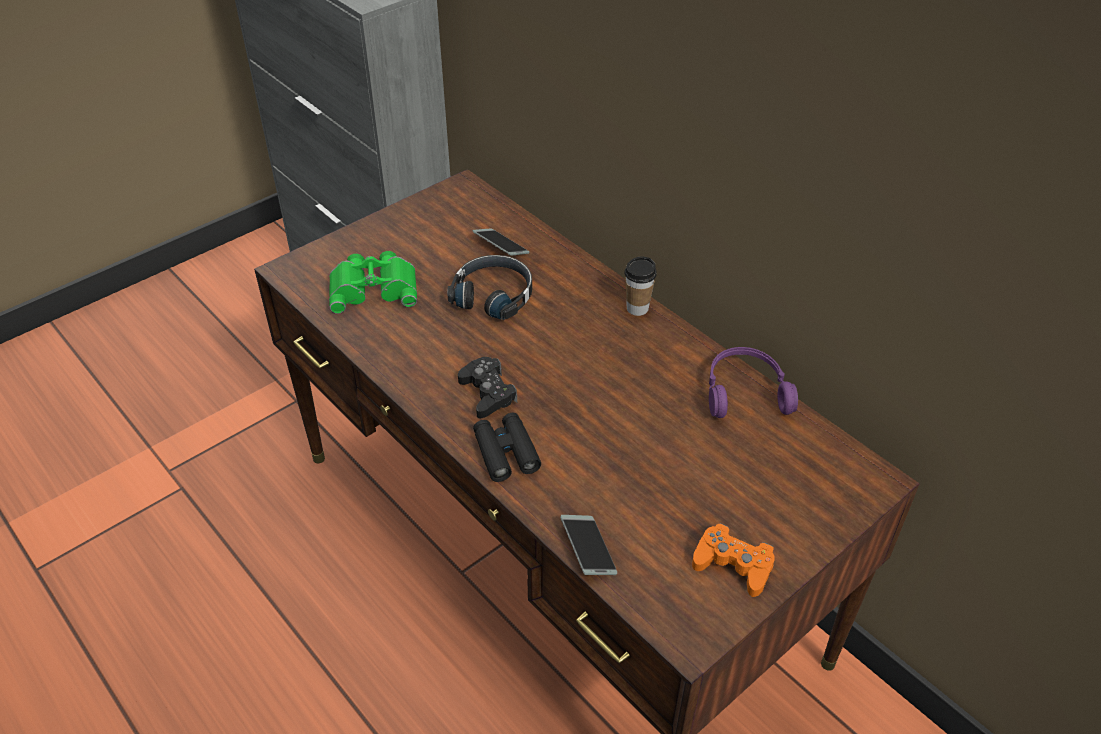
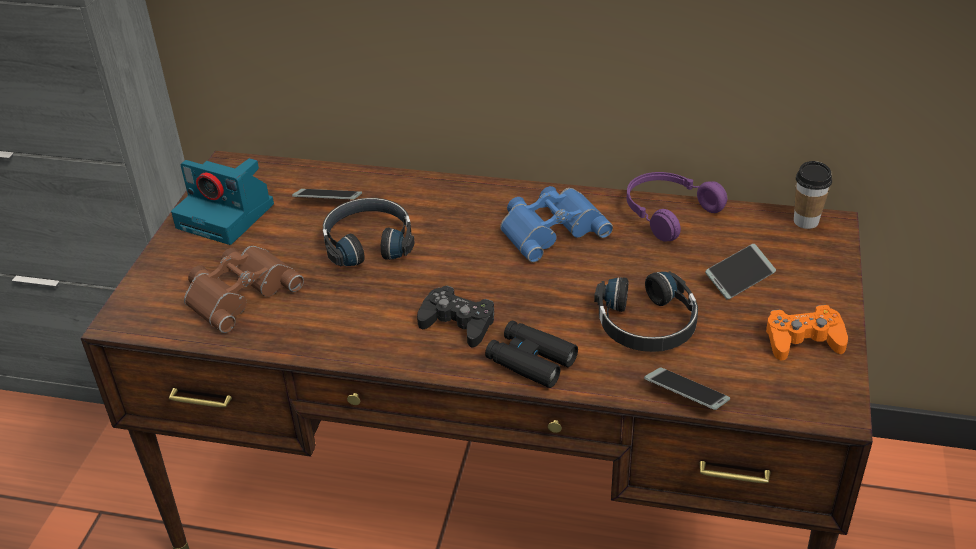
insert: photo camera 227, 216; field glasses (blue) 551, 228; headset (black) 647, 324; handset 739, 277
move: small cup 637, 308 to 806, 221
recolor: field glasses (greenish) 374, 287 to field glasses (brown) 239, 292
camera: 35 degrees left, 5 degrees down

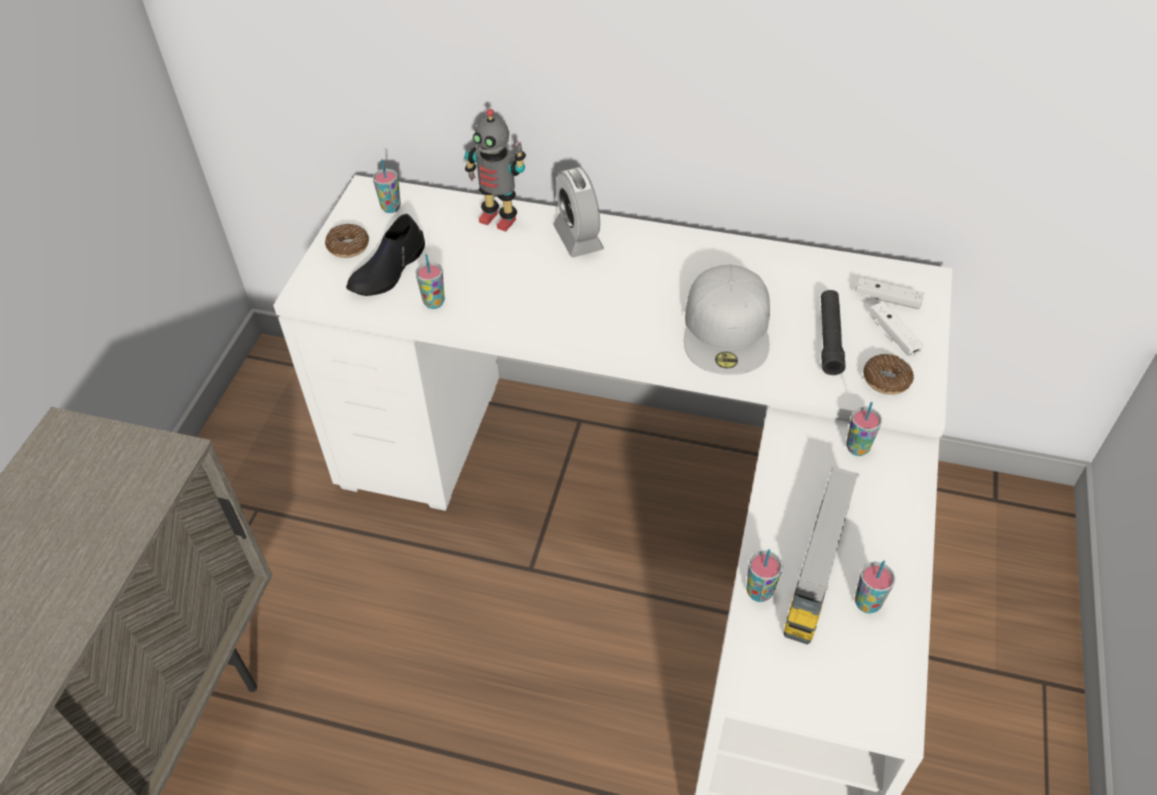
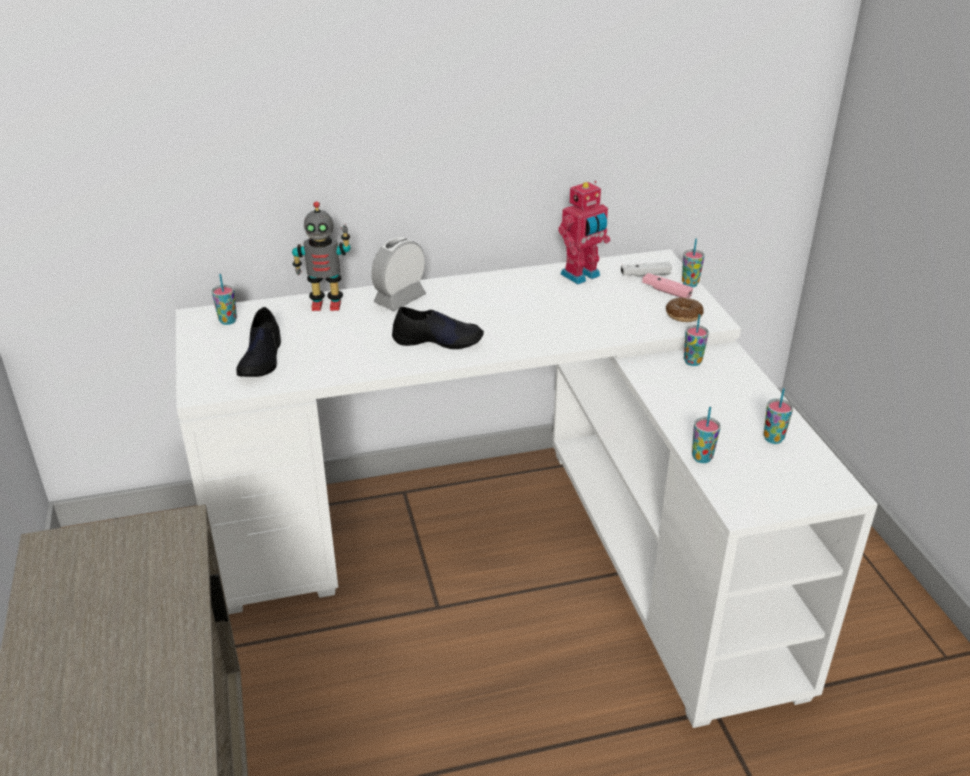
delete: doughnut 348, 246; peaked cap (whitish) 727, 329; toy lorry 817, 565; hand torch (black) 829, 338
insert: item of footwear (black) 438, 340; robot figure 582, 276
move: small cup 434, 302 to 690, 284
recolor: gamepad (whitish) 893, 334 to gamepad (pinkish) 666, 291
rotate: alarm clock 578, 238 = 400, 299 90 degrees clockwise
camera: 30 degrees left, 15 degrees down

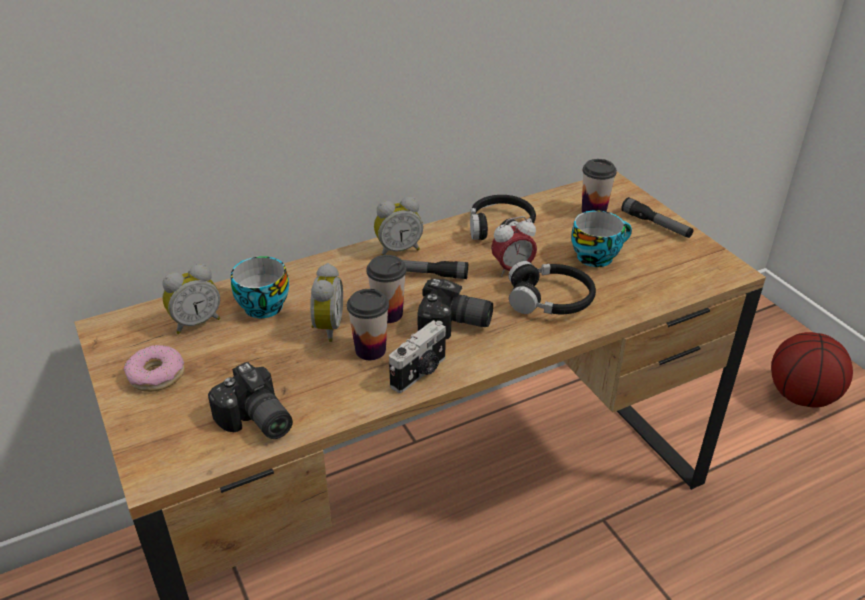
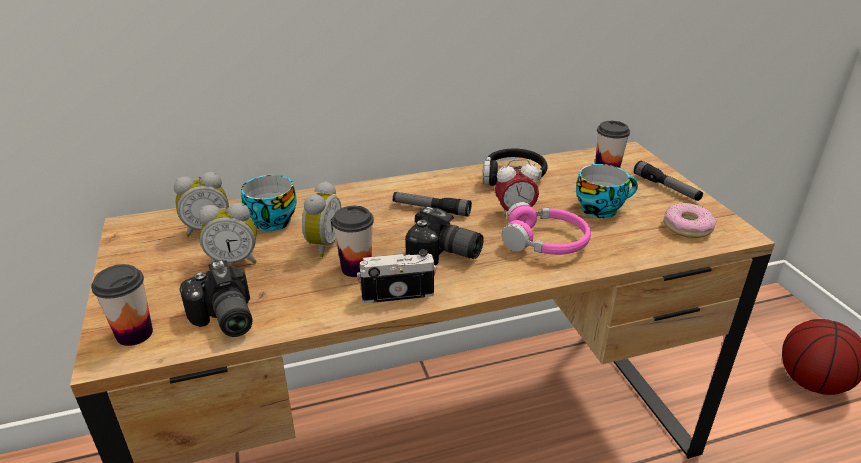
move: doughnut 156, 375 to 687, 227; small cup 388, 314 to 134, 334; alarm clock 398, 249 to 234, 260
recolor: headset (black) 550, 300 to headset (pinkish) 545, 242
rotate: photo camera 420, 372 = 397, 293 150 degrees counterclockwise
camera: 10 degrees right, 5 degrees down

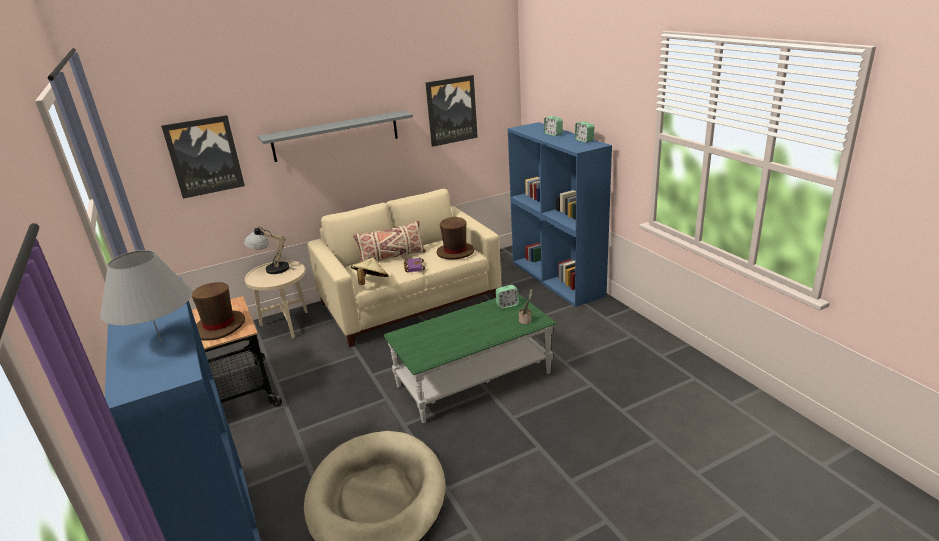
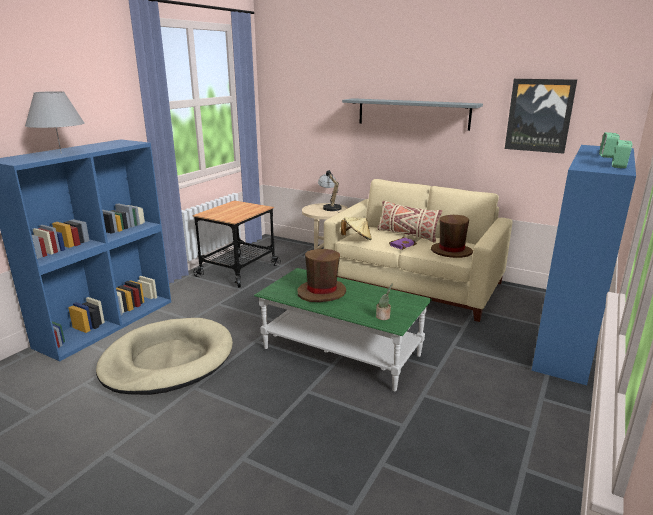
delete: wall picture 204, 156; alarm clock 507, 305
move: clothing hat (brown) 220, 326 to 322, 292
camera: 55 degrees right, 5 degrees down

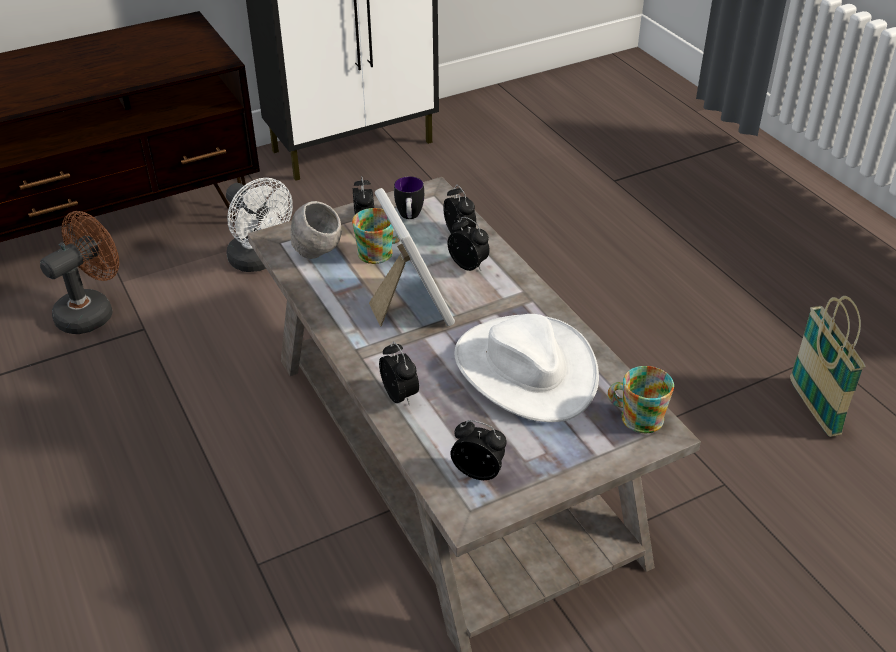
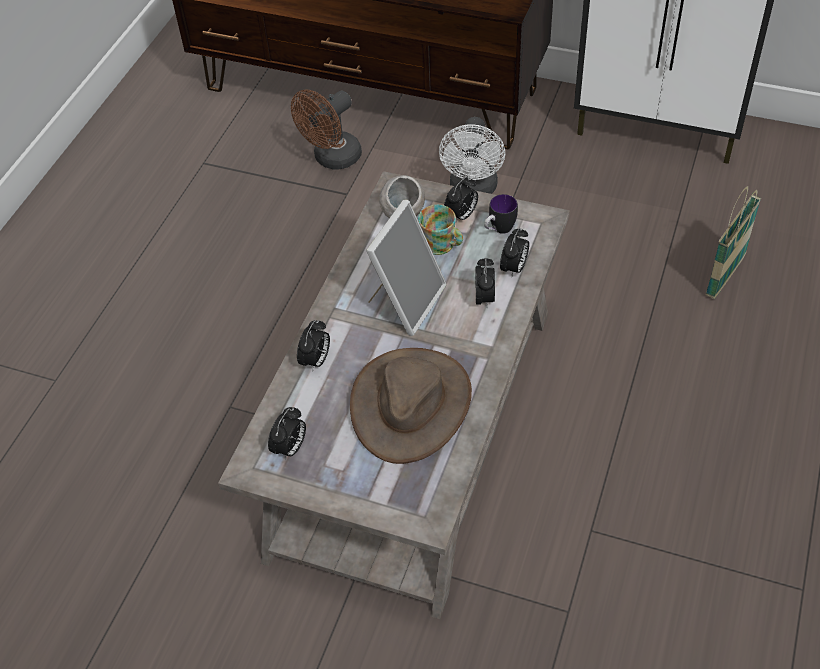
delete: coffee mug 636, 416
move: household basket 813, 408 to 725, 276
recolor: clothing hat (whitish) 525, 369 to clothing hat (brown) 410, 404
rotate: electric fan (brown) 92, 311 = 332, 159 135 degrees clockwise; alarm clock 479, 471 = 290, 448 45 degrees clockwise
camera: 50 degrees right, 10 degrees up

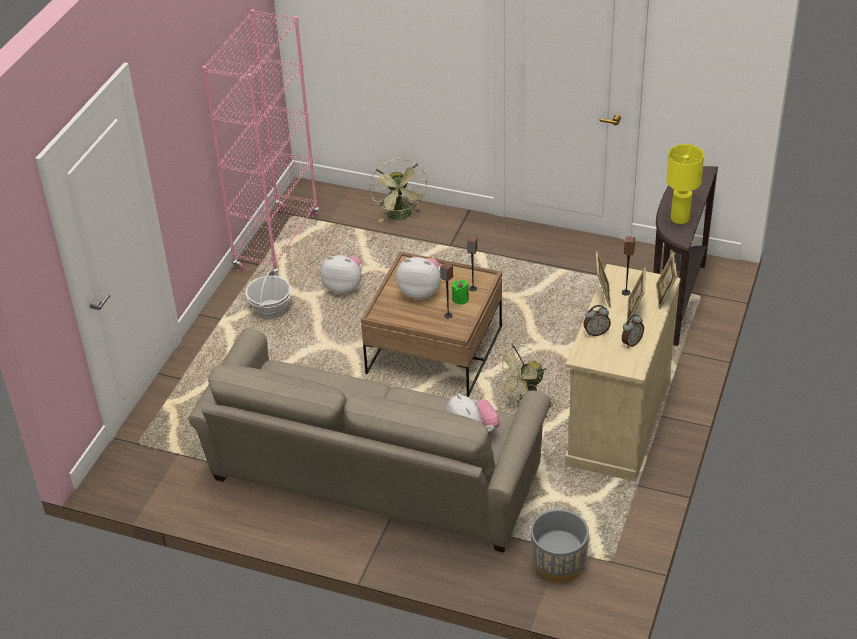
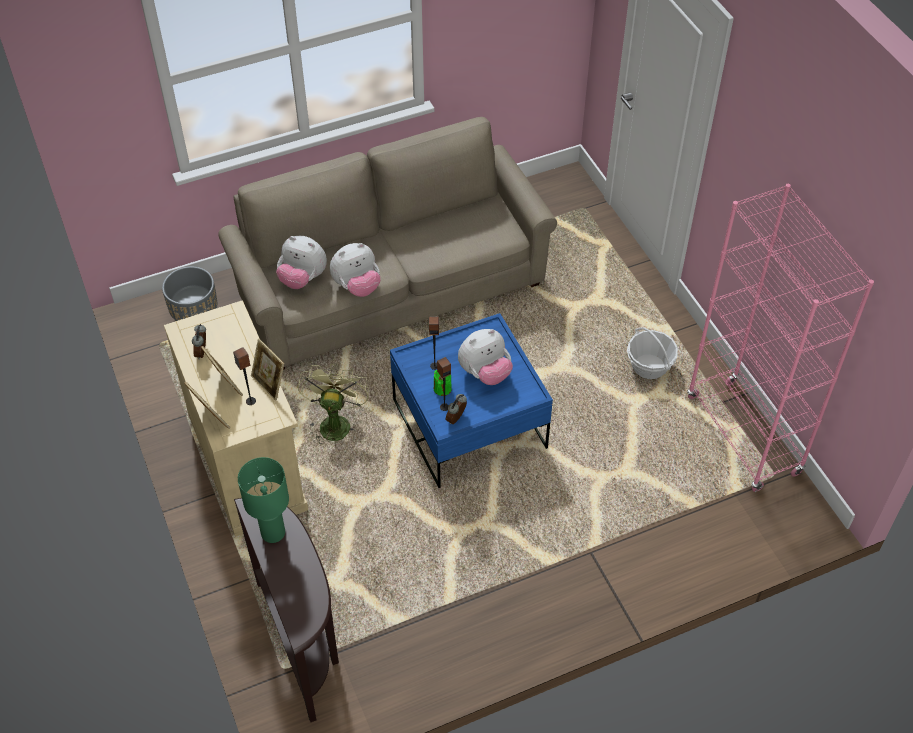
delete: electric fan (greenish) 401, 216
move: plush toy 344, 287 to 357, 286; alarm clock 596, 332 to 457, 419
recolor: low table (brown) 434, 350 to low table (blue) 469, 423; tabletop lamp (yellow) 679, 219 to tabletop lamp (greenish) 273, 532
camera: 135 degrees right, 10 degrees up

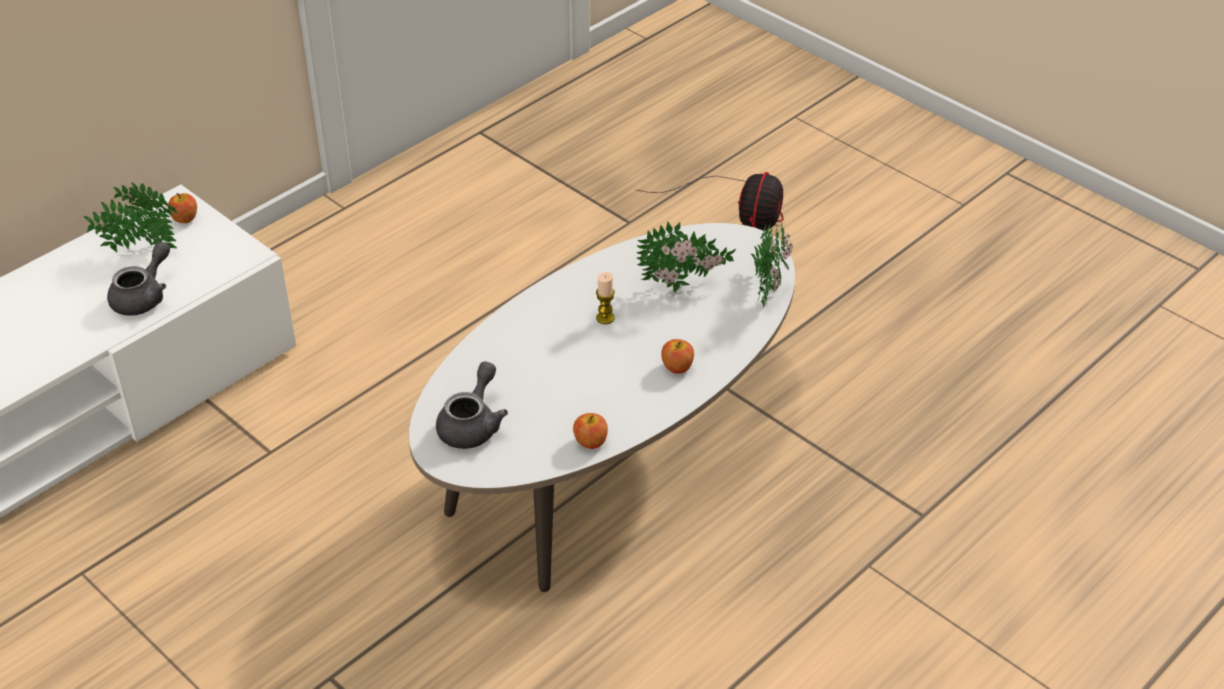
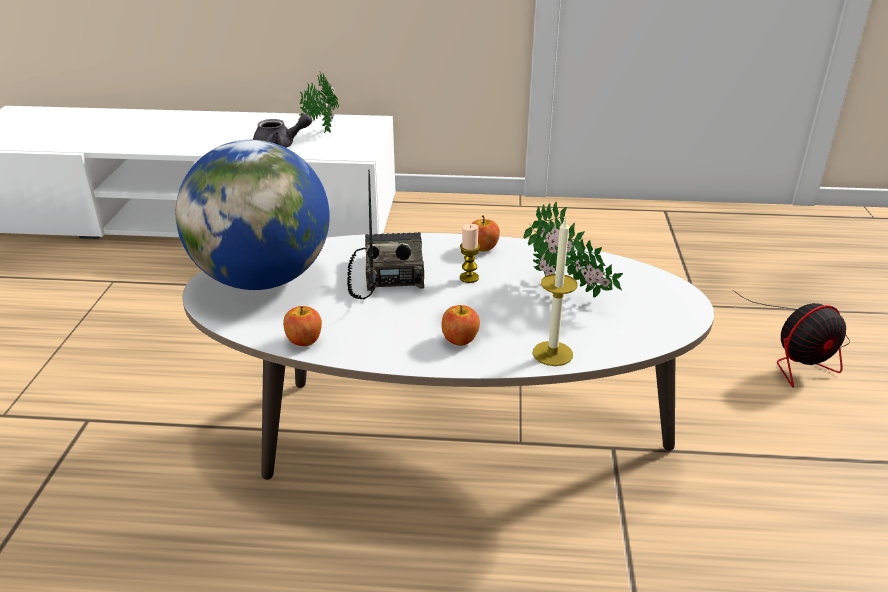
delete: potted plant 767, 287
insert: radio 387, 274; wax light 552, 353
move: whole apple 185, 219 to 483, 248
replace: teapot (greyish) 472, 424 to world globe 263, 279
camera: 50 degrees right, 10 degrees down

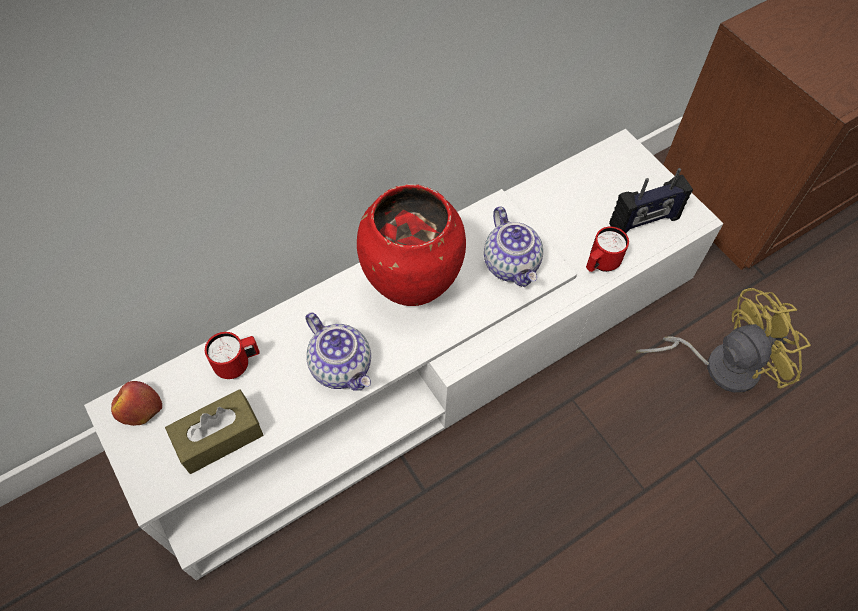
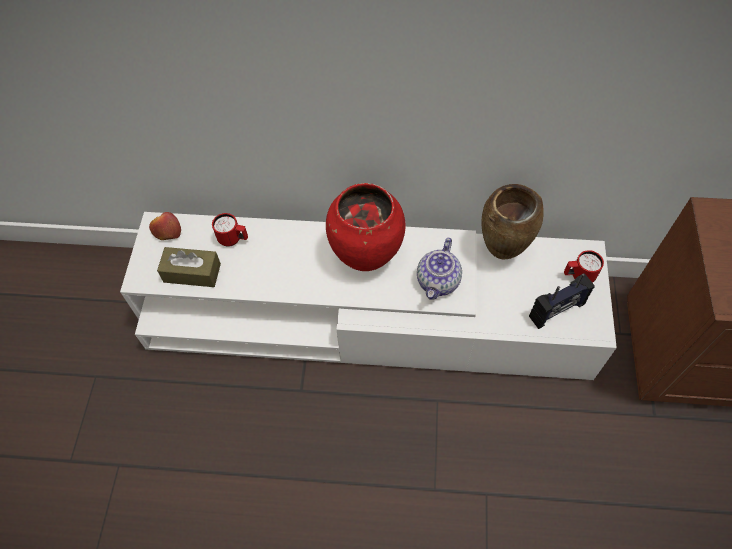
delete: teapot 342, 367; electric fan (yellow) 719, 365
insert: decorative vase (brown) 501, 254
move: coffee mug (red-coloured) 600, 264 to 578, 276
rotate: radio 644, 222 = 557, 311 45 degrees counterclockwise
camera: 40 degrees right, 0 degrees up

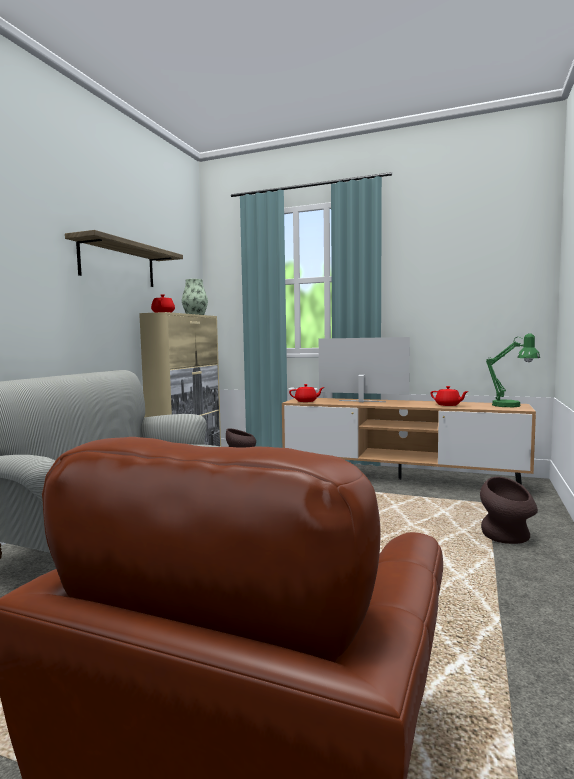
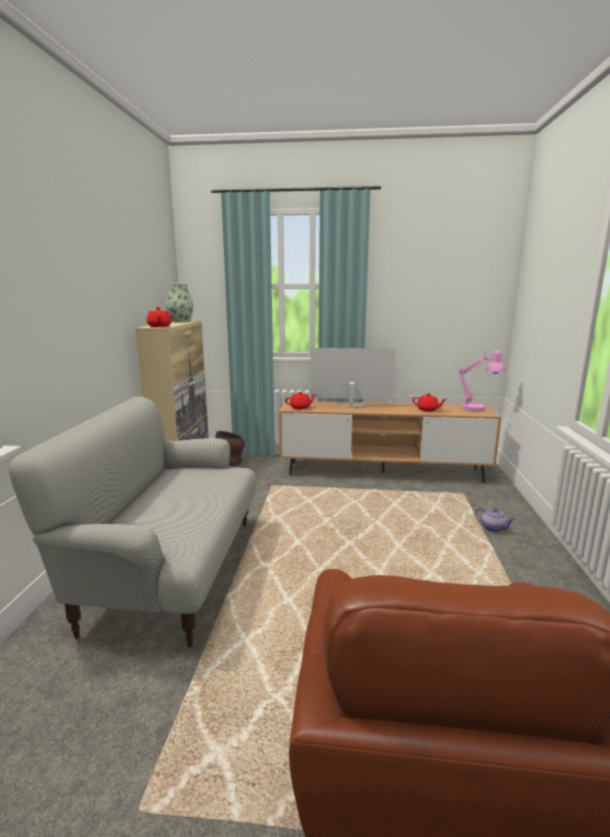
delete: wall shelf 118, 264
replace: decorative vase (brown) 507, 537 to teapot 493, 528
recolor: tabletop lamp (greenish) 512, 406 to tabletop lamp (pinkish) 478, 409
camera: 15 degrees left, 10 degrees up

